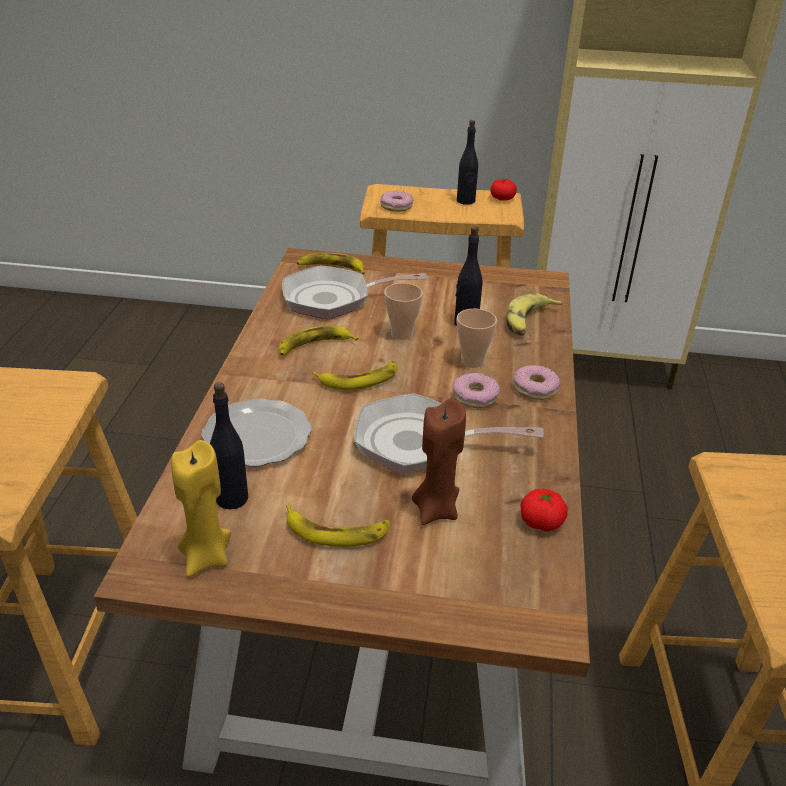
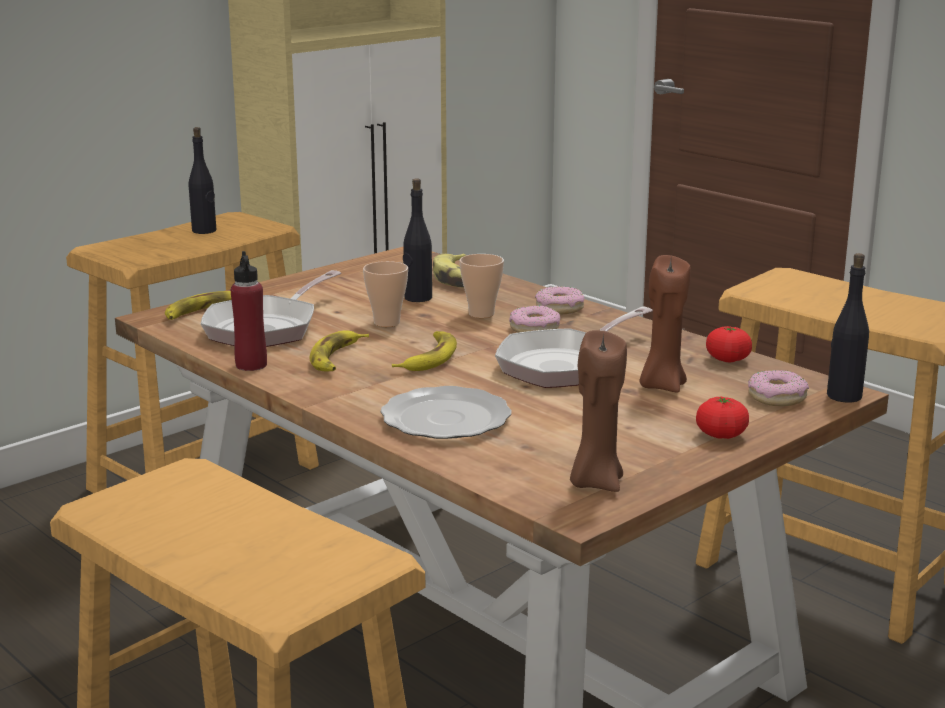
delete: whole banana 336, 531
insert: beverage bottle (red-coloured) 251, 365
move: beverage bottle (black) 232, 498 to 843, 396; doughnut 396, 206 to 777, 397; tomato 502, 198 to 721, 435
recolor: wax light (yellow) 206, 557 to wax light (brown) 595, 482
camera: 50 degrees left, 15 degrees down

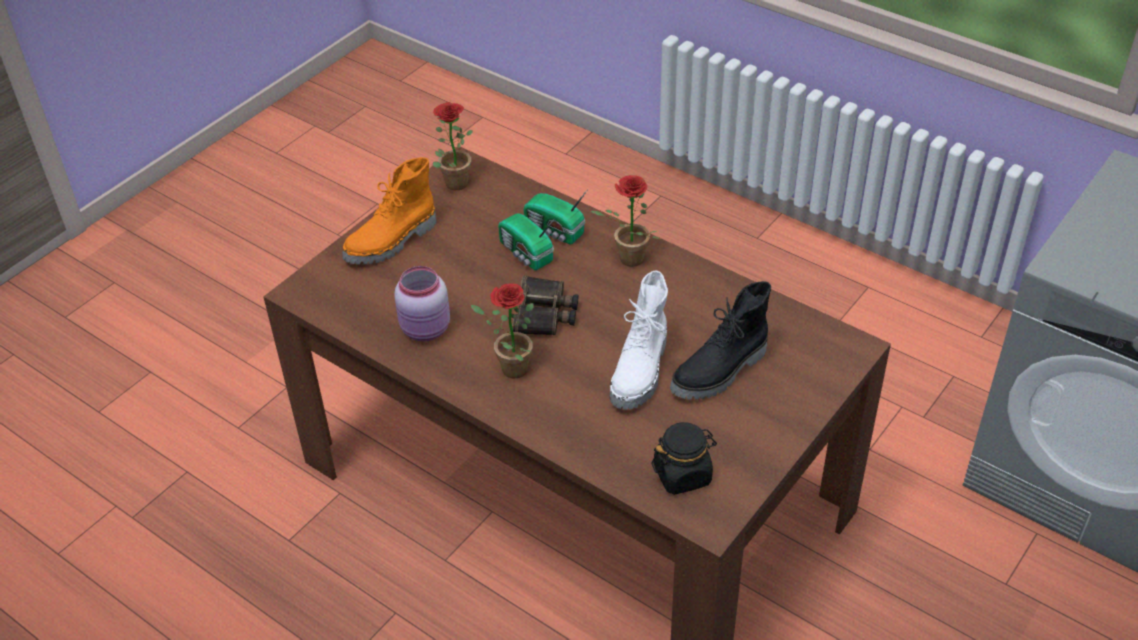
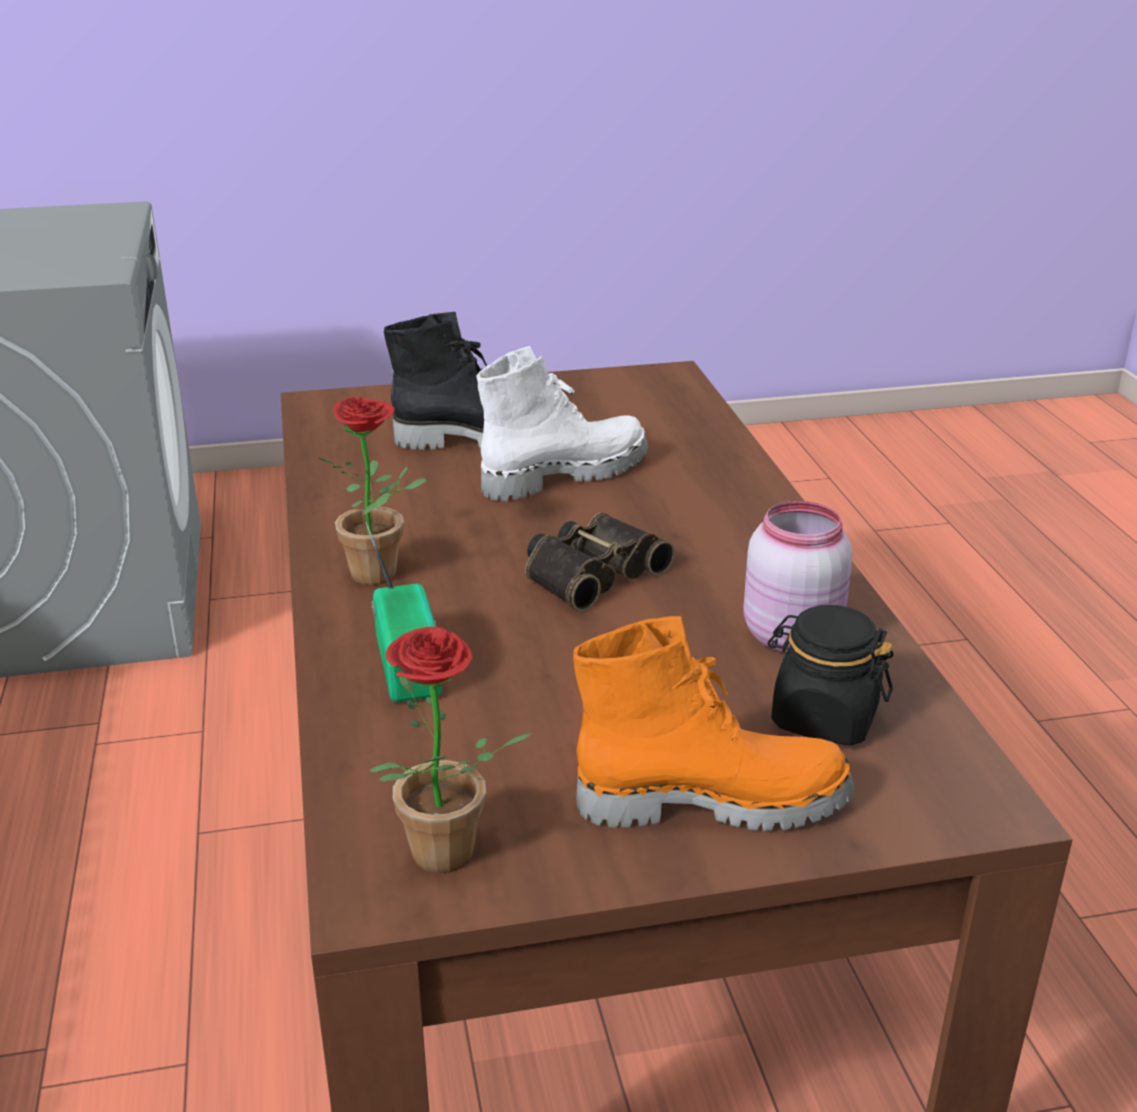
delete: potted plant 508, 368; radio 526, 254
move: storage jar (black) 682, 474 to 823, 718
camera: 140 degrees left, 15 degrees down

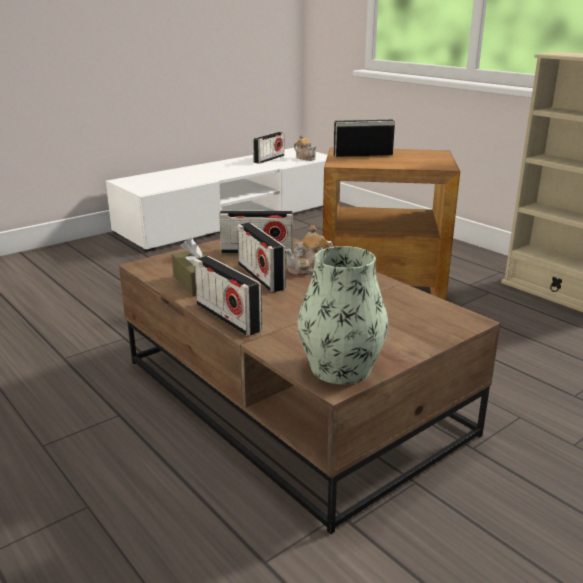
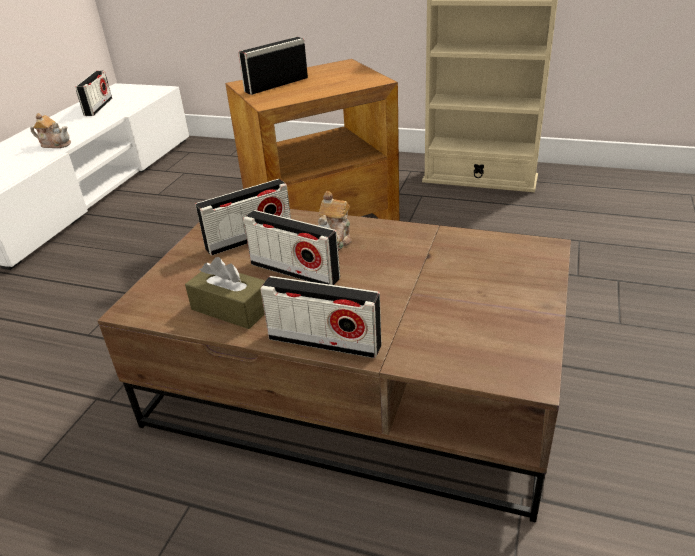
delete: decorative vase 340, 368
move: teapot 305, 158 to 55, 144
camera: 30 degrees left, 10 degrees up

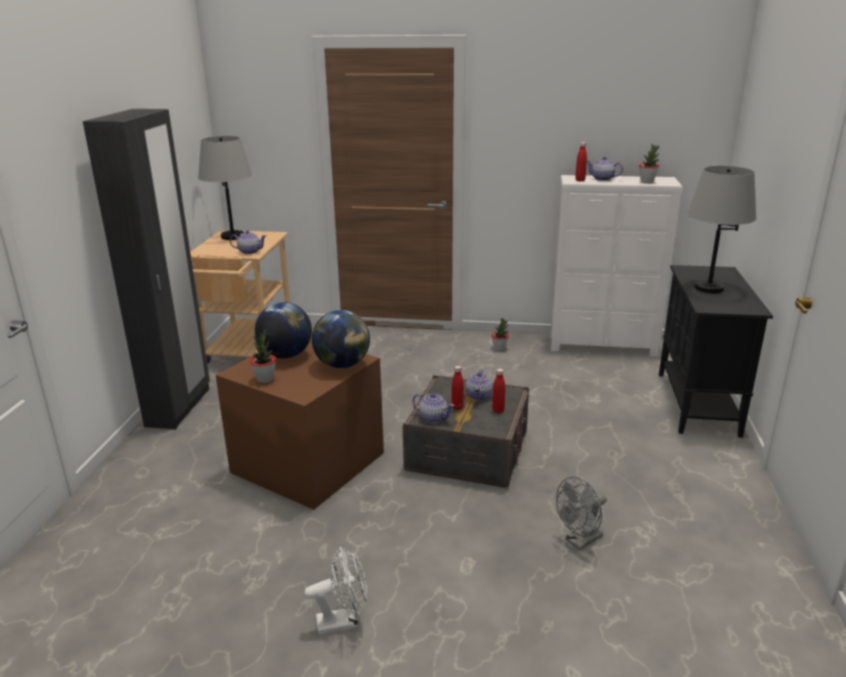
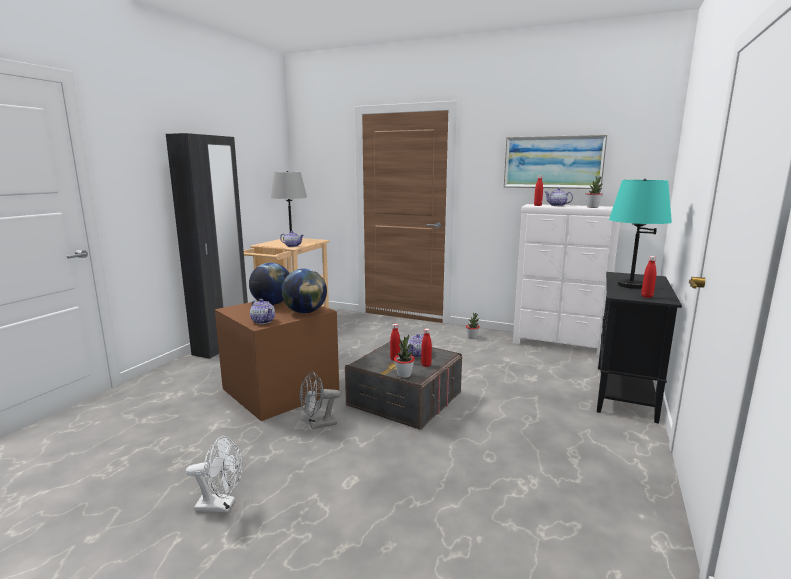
insert: wall picture 553, 162; beverage bottle (red-coloured) 647, 296
move: potted plant 265, 379 to 404, 375; teapot 433, 417 to 263, 321; electric fan (greyish) 580, 541 to 318, 425
recolor: tabletop lamp (greyish) 708, 288 to tabletop lamp (blue-green) 630, 285
camera: 15 degrees right, 10 degrees down

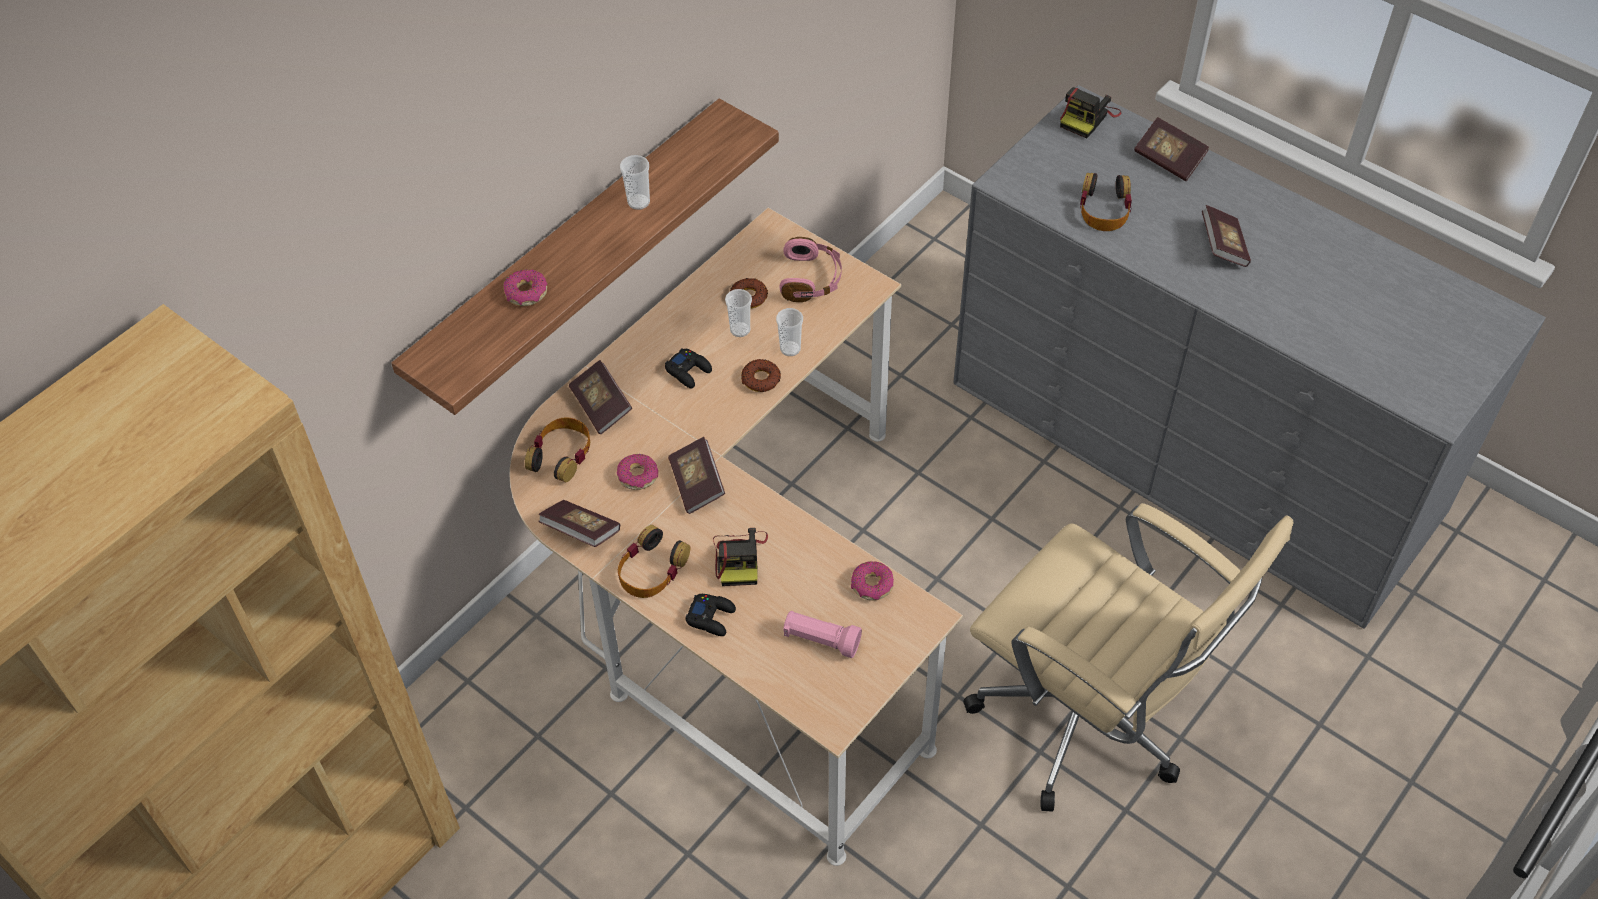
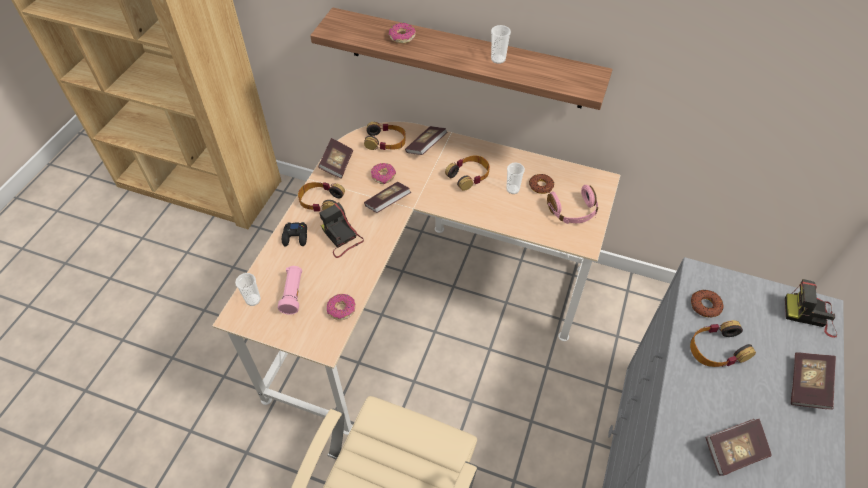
move: doughnut 761, 379 to 705, 306; small cup 790, 349 to 253, 300
replace: gamepad (black) 688, 371 to headset 469, 175
rotate: photo camera 739, 558 = 341, 238 75 degrees clockwise
camera: 70 degrees right, 0 degrees up

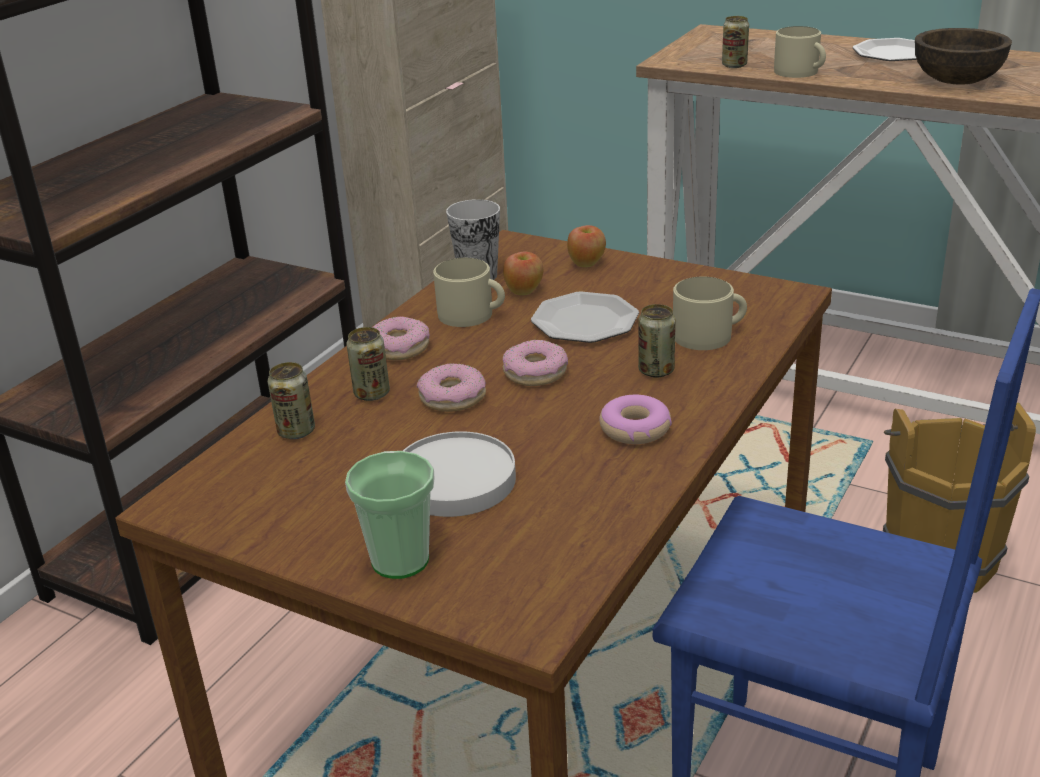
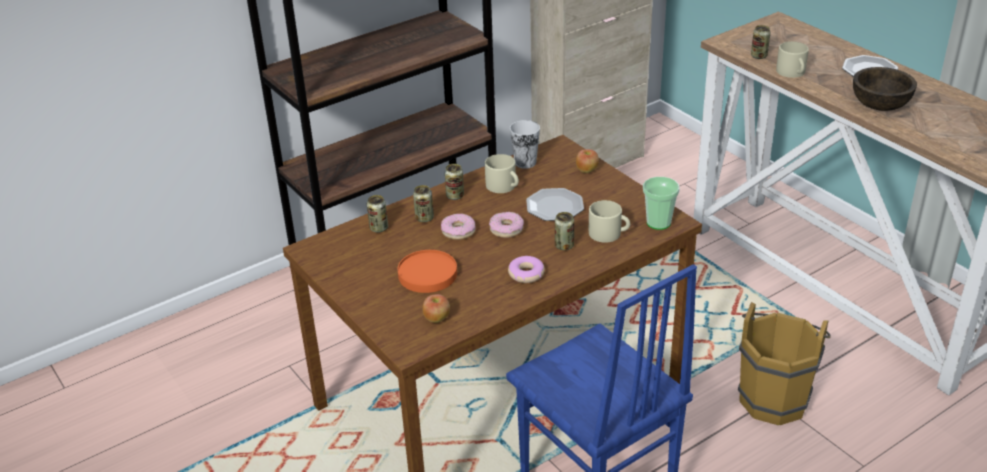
move: small cup 400, 560 to 658, 223; whole apple 524, 291 to 437, 319
replace: doughnut 399, 348 to metal can 455, 196
recolor: plate (whitish) 456, 480 to plate (orange-coloured) 428, 274
camera: 25 degrees right, 5 degrees up

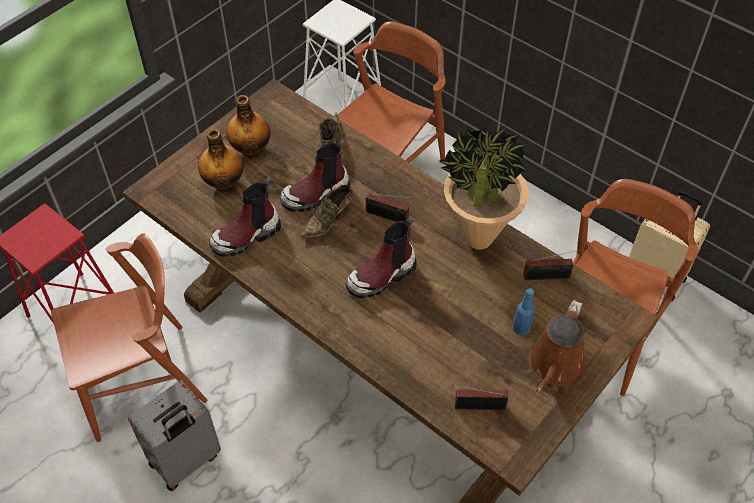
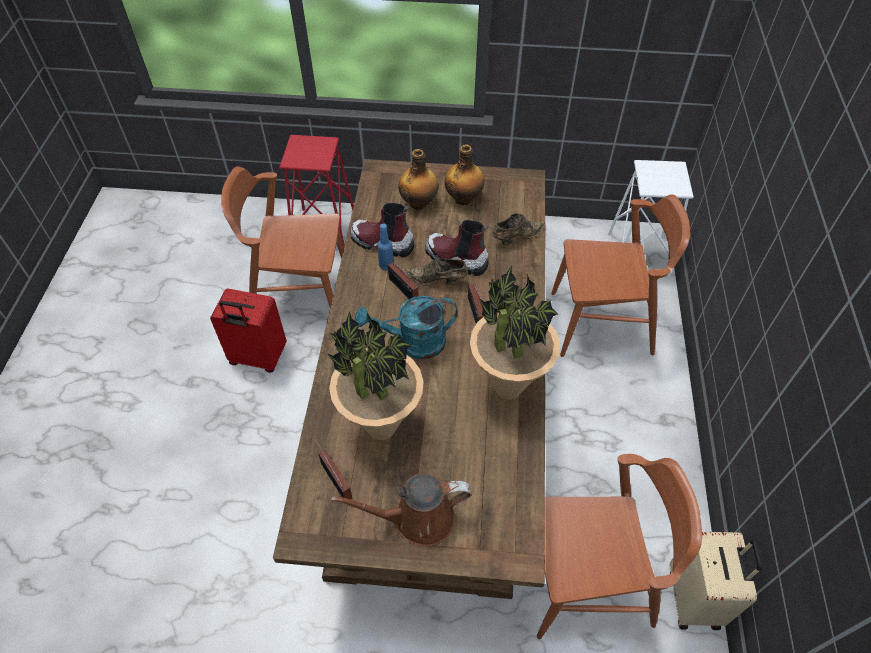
insert: potted plant 381, 427
move: beverage bottle (blue) 521, 328 to 386, 265; radio 549, 276 to 404, 291
replace: boot 382, 276 to sprinkling can (blue-green) 413, 343
recolor: suitcase (greyish) 186, 461 to suitcase (red-coloured) 258, 358
rotate: chair (brown) 141, 381 = 300, 295 150 degrees clockwise
camera: 55 degrees right, 0 degrees up

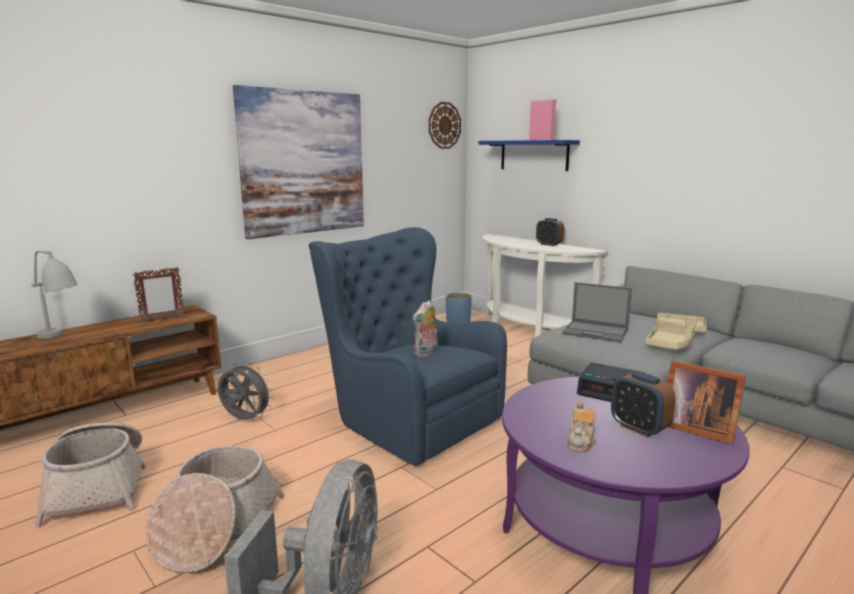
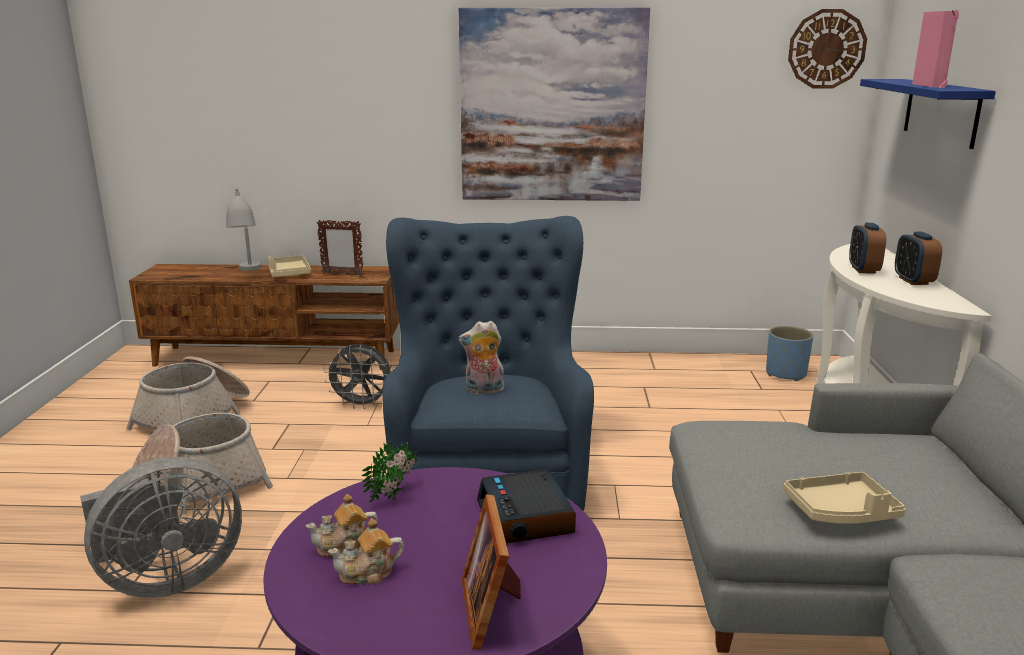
delete: laptop 596, 332
insert: teapot 368, 573; potted plant 396, 495
move: alarm clock 639, 428 to 863, 270; tray (beige) 680, 329 to 289, 273
rotate: electric fan (greyish) 245, 420 = 362, 405 120 degrees clockwise
camera: 45 degrees right, 5 degrees up

